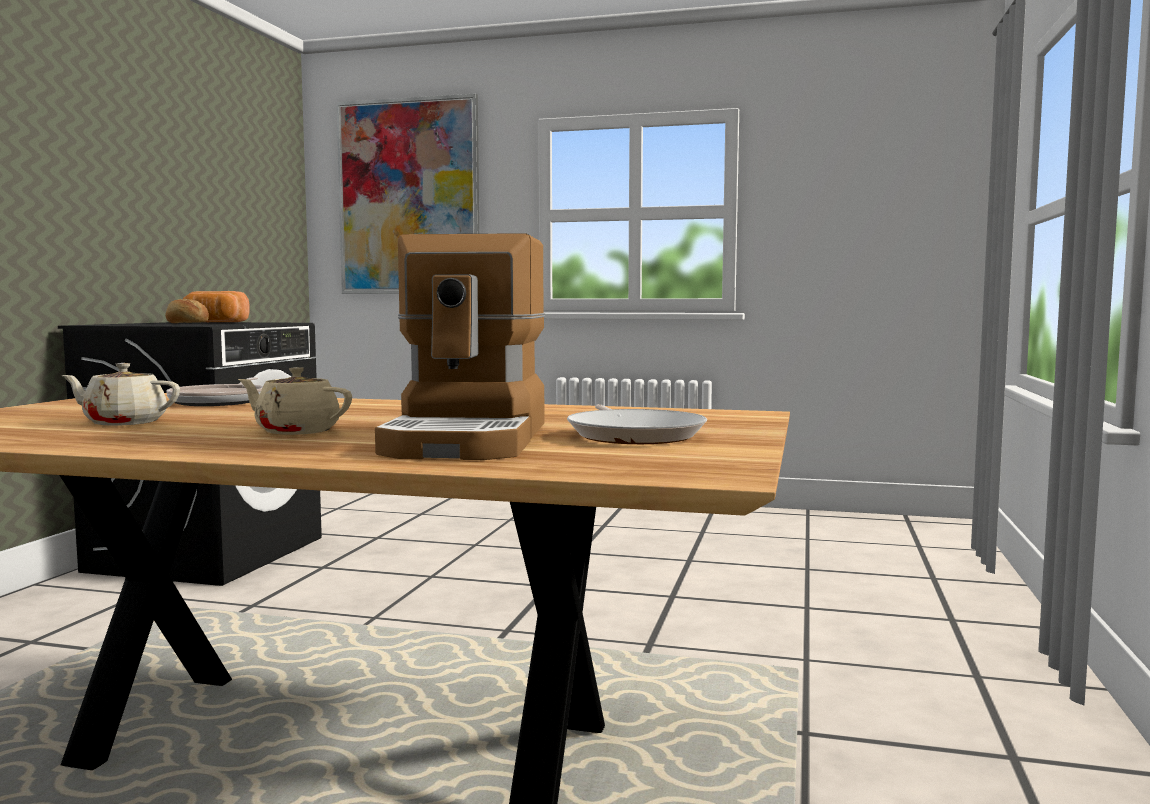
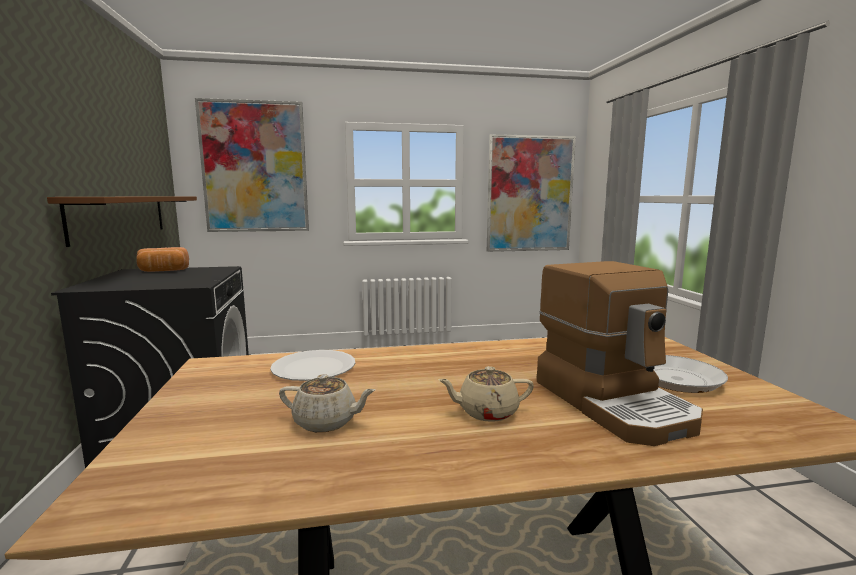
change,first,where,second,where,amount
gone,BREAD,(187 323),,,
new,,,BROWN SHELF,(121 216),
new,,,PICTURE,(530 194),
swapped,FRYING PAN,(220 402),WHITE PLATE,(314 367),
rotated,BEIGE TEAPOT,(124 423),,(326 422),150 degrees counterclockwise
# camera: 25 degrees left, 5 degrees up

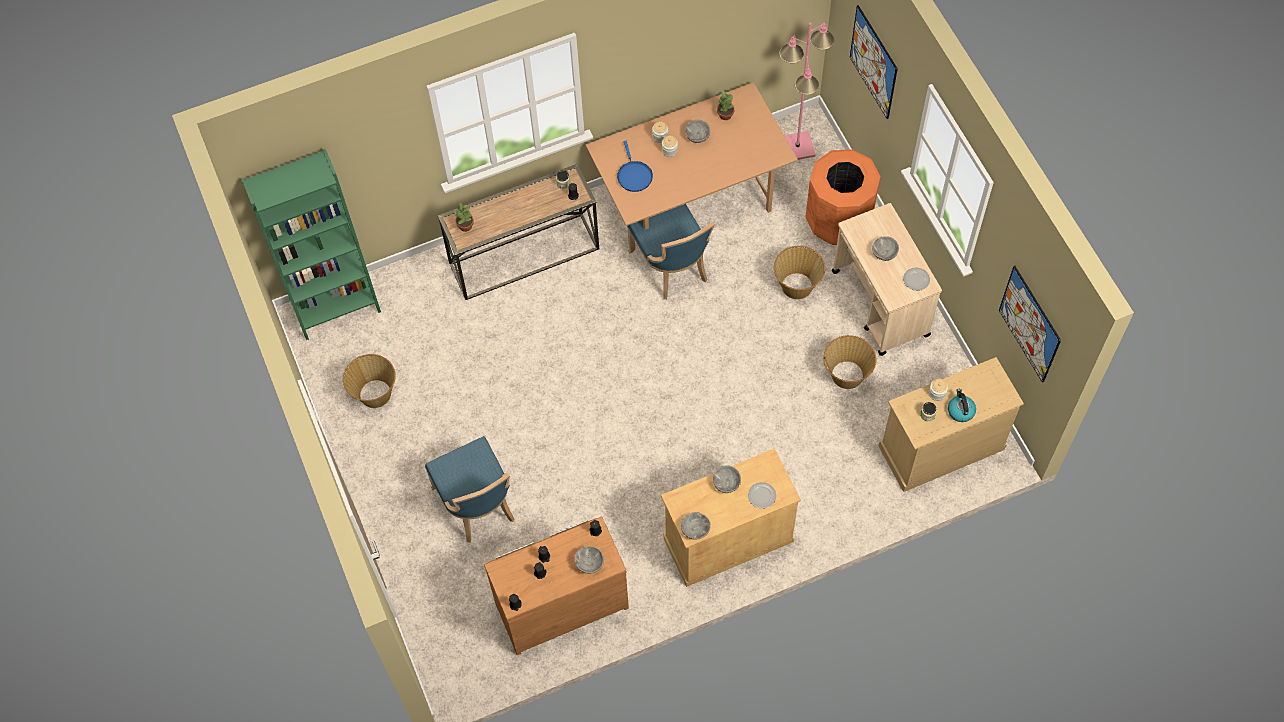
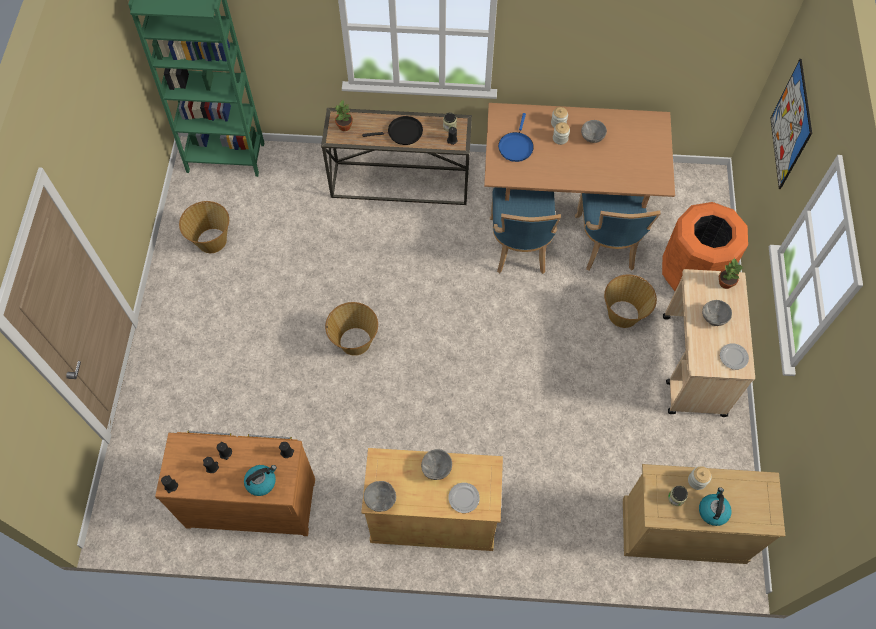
change,first,where,second,where,amount
gone,PINK FLOOR LAMP,(798 147),,,
gone,PICTURE,(1029 324),,,
new,,,BLACK FRYING PAN,(402 133),
shifted,BLUE CHAIR,(477 505),,(607 245),
shifted,POTTED PLANT,(725 115),,(725 282),
shifted,BASKET,(846 375),,(354 341),
swapped,GREY BOWL,(589 564),KETTLE,(261 482),
# camera: 25 degrees right, 0 degrees up

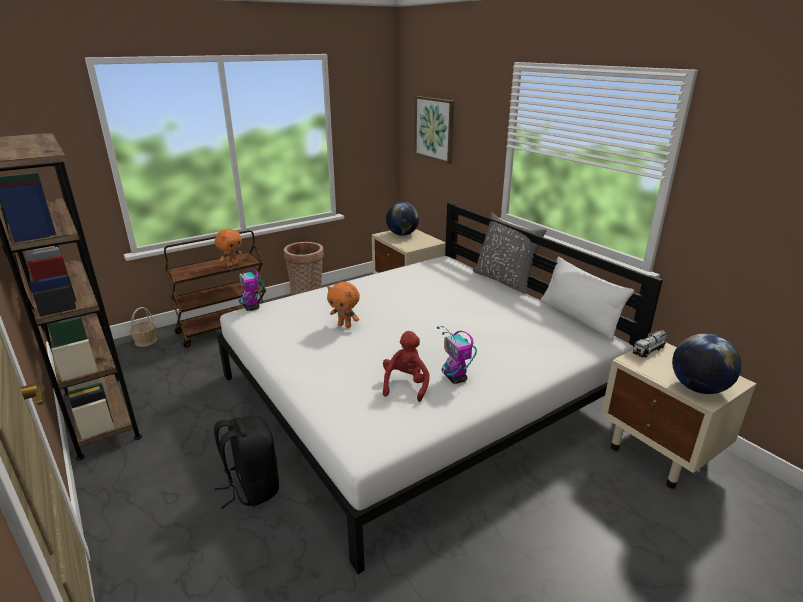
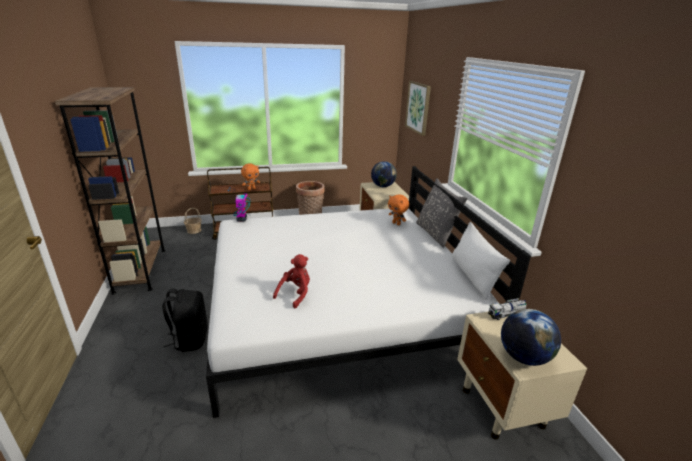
change,first,where,second,where,amount
gone,TOY ROBOT,(455 378),,,
shifted,ORANGE PLUSH TOY,(345 325),,(396 223),
# camera: 20 degrees right, 0 degrees up

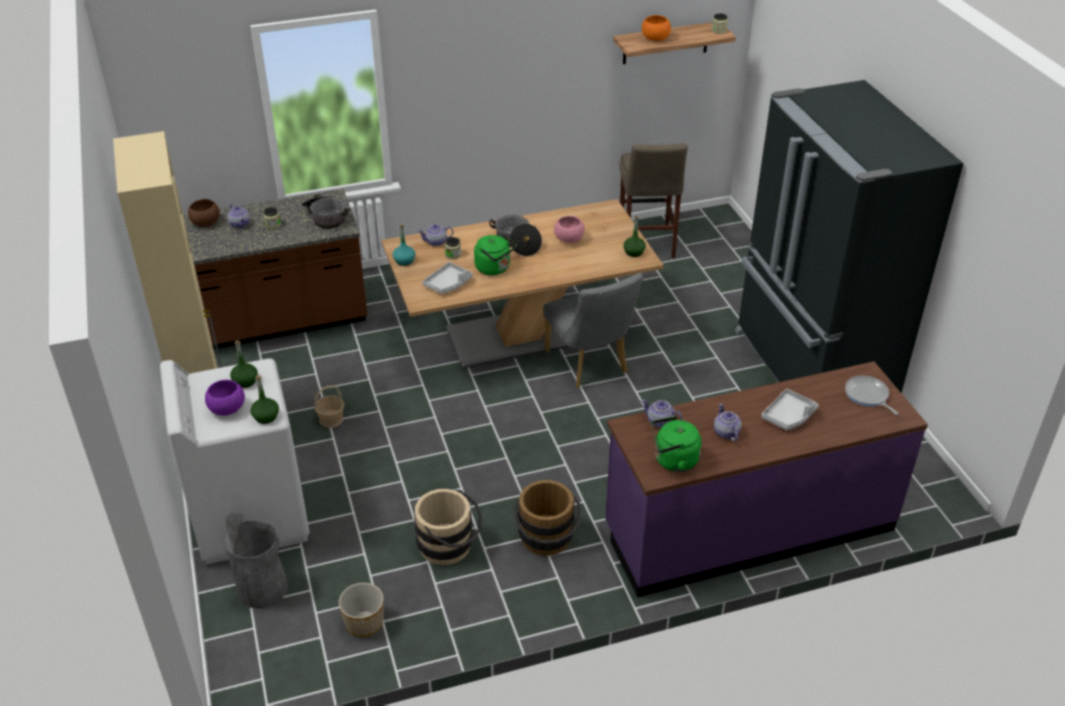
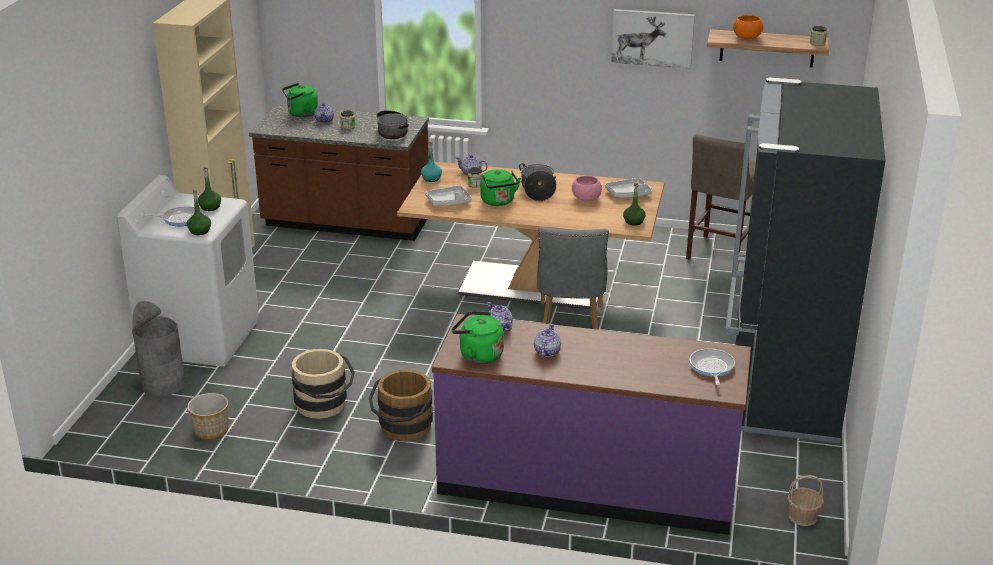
change,first,where,second,where,amount
new,,,PICTURE,(652 38),
shifted,BASKET,(331 419),,(803 516),
shifted,GREY TRAY,(789 416),,(628 194),
swapped,BROWN BOWL,(205 223),GREEN KETTLE,(301 114),
swapped,PURPLE BOWL,(227 408),FRYING PAN,(179 219),
# camera: 30 degrees right, 10 degrees down

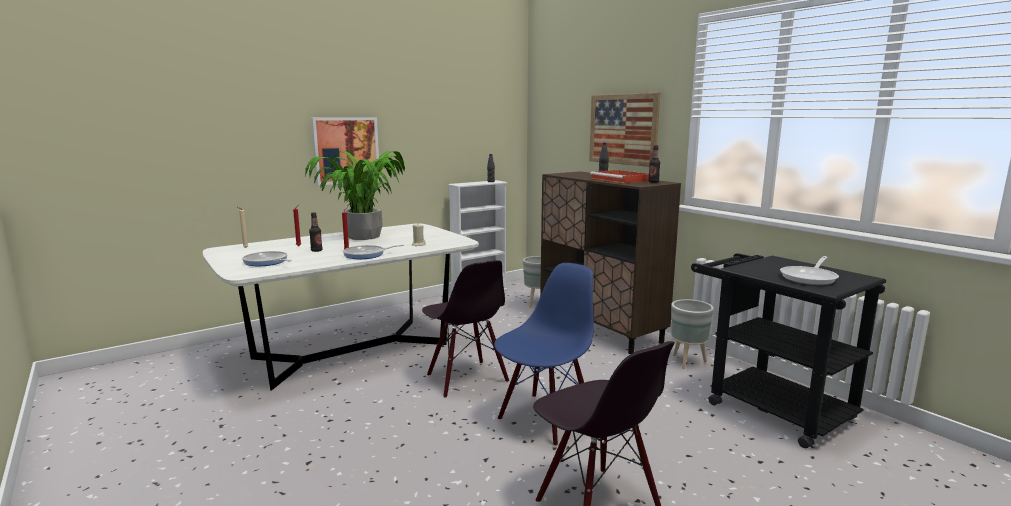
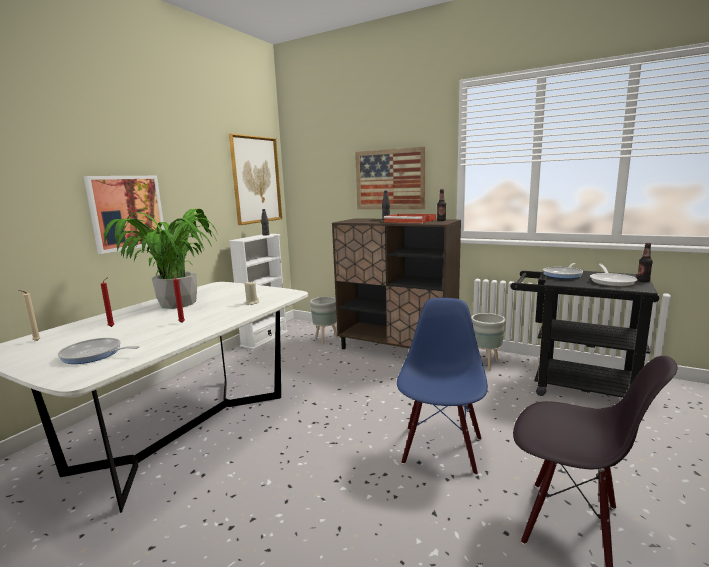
change,first,where,second,where,amount
gone,BLACK CHAIR,(466 379),,,
new,,,PICTURE,(256 180),
shifted,BOTTLE,(316 250),,(643 281),
shifted,FRYING PAN,(366 255),,(563 274),
# camera: 25 degrees left, 0 degrees up

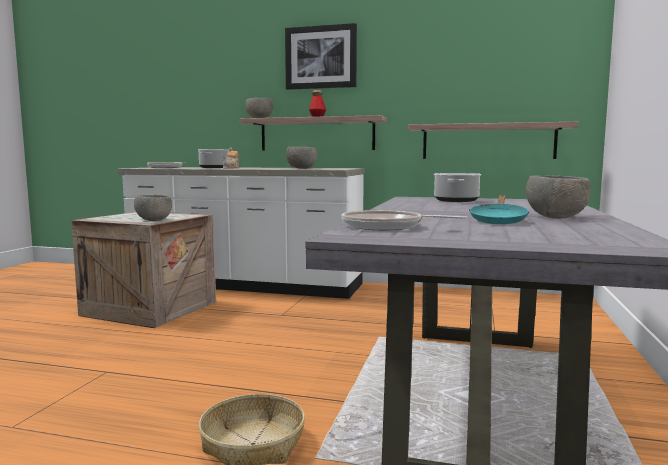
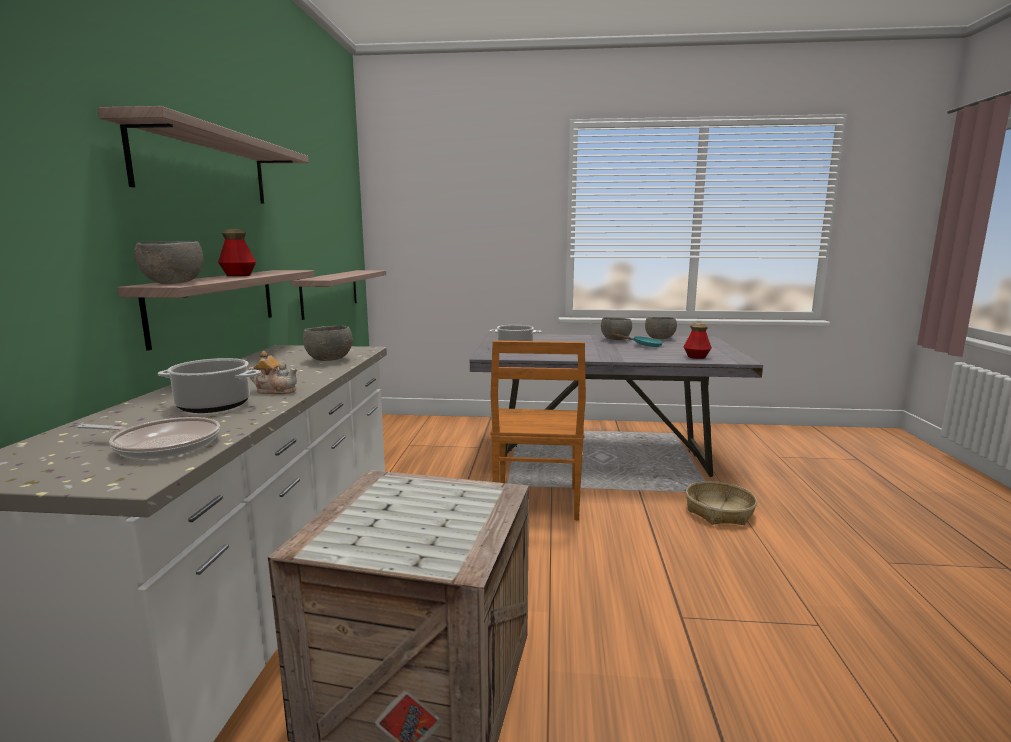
change,first,where,second,where,amount
new,,,BROWN CHAIR,(536 503),
shifted,GREY BOWL,(153 220),,(660 339),
swapped,PICTURE,(321 57),SHELF,(204 167),
swapped,FRYING PAN,(386 227),BOTTLE,(696 357),
# camera: 100 degrees left, 5 degrees up

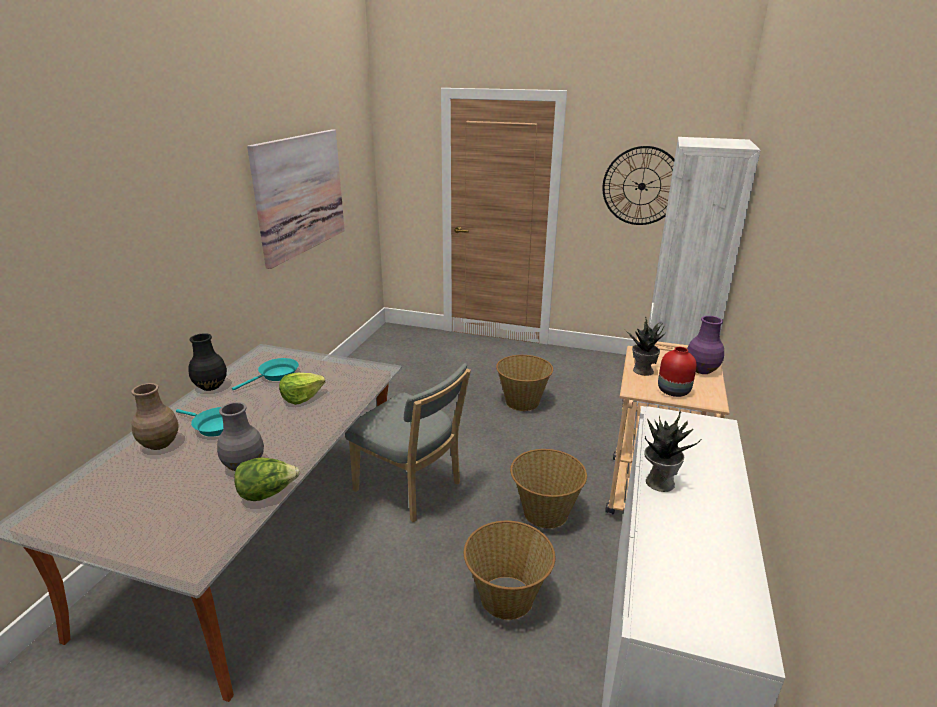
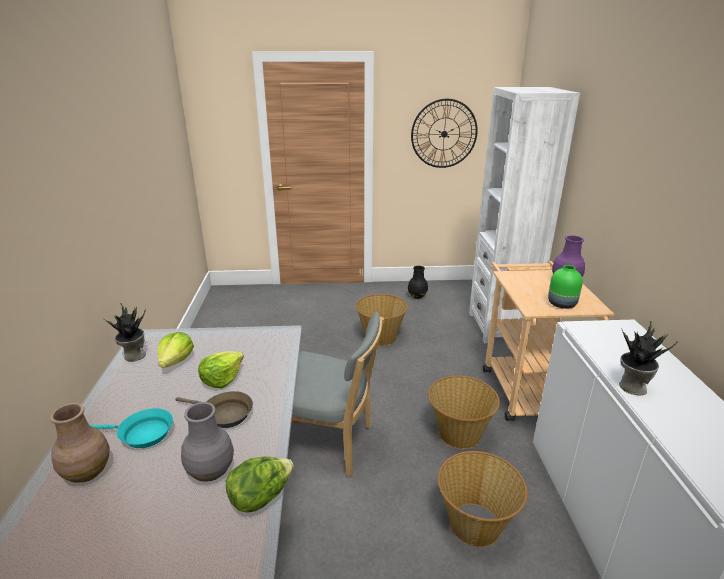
change,first,where,second,where,amount
gone,PICTURE,(300 194),,,
new,,,BROWN FRYING PAN,(224 414),
shifted,BLACK VASE,(211 386),,(417 296),
shifted,POTTED PLANT,(642 371),,(134 356),
swapped,TURQUOISE FRYING PAN,(276 375),LETTUCE,(176 361),
repainted,RED VASE,(674 391),GREEN VASE,(562 304),
# camera: 20 degrees left, 0 degrees up

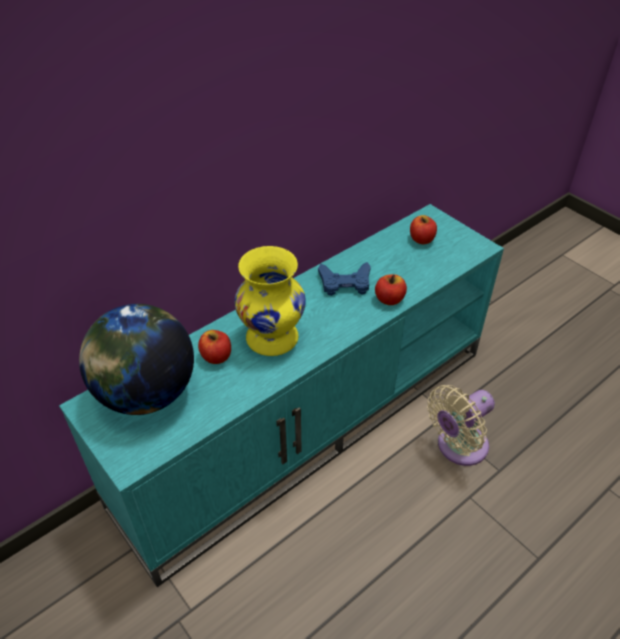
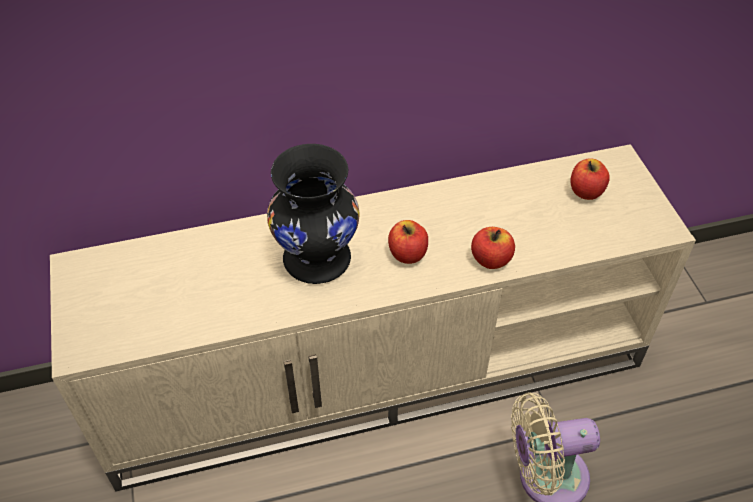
change,first,where,second,where,amount
gone,GLOBE,(146 393),,,
gone,BLUE GAME CONTROLLER,(345 283),,,
shifted,APPLE,(216 356),,(407 254),
repainted,TURQUOISE TV STAND,(308 421),BEIGE TV STAND,(377 370),
repainted,YELLOW VASE,(271 338),BLACK VASE,(315 258),
# camera: 25 degrees right, 5 degrees up

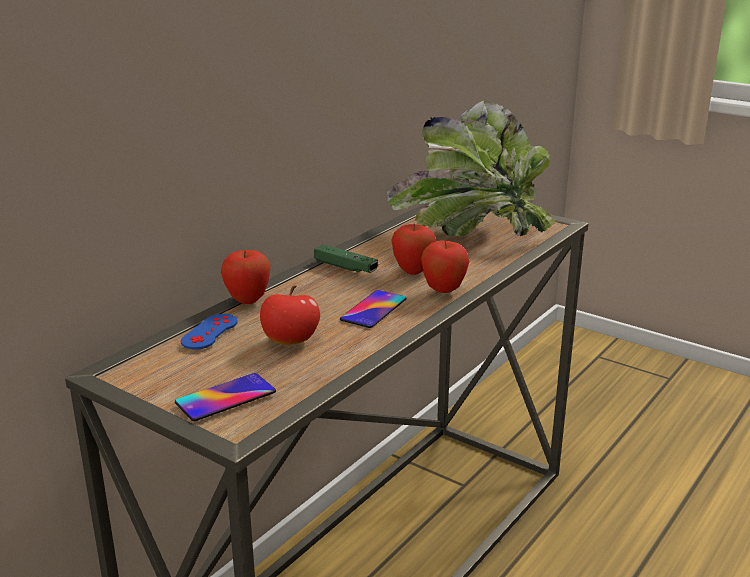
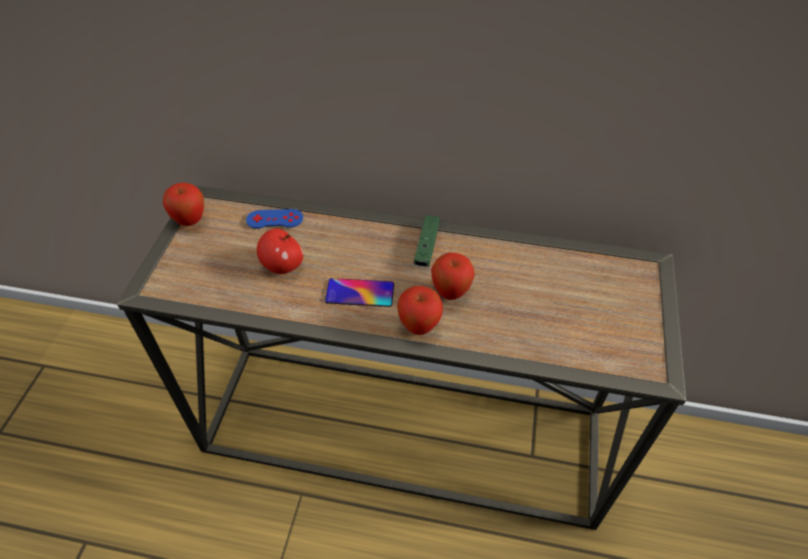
change,first,where,second,where,amount
gone,PHONE,(226 397),,,
gone,POTTED PLANT,(472 232),,,
shifted,APPLE,(247 300),,(190 220),
# camera: 65 degrees right, 25 degrees up

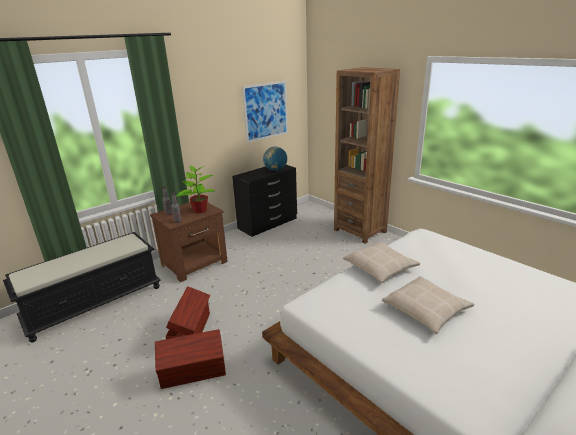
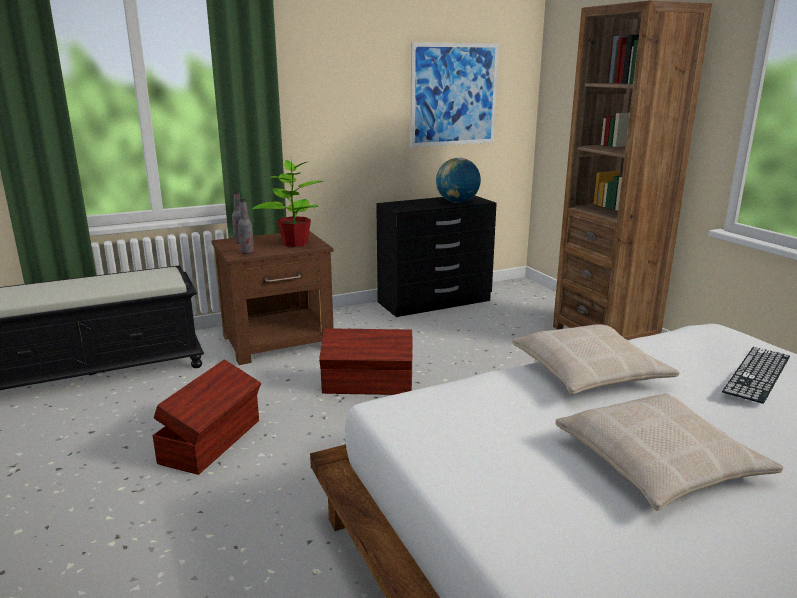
change,first,where,second,where,amount
new,,,KEYBOARD,(757 373),
shifted,BROWN STORAGE BOX,(194 371),,(368 385),
# camera: 15 degrees right, 5 degrees down

